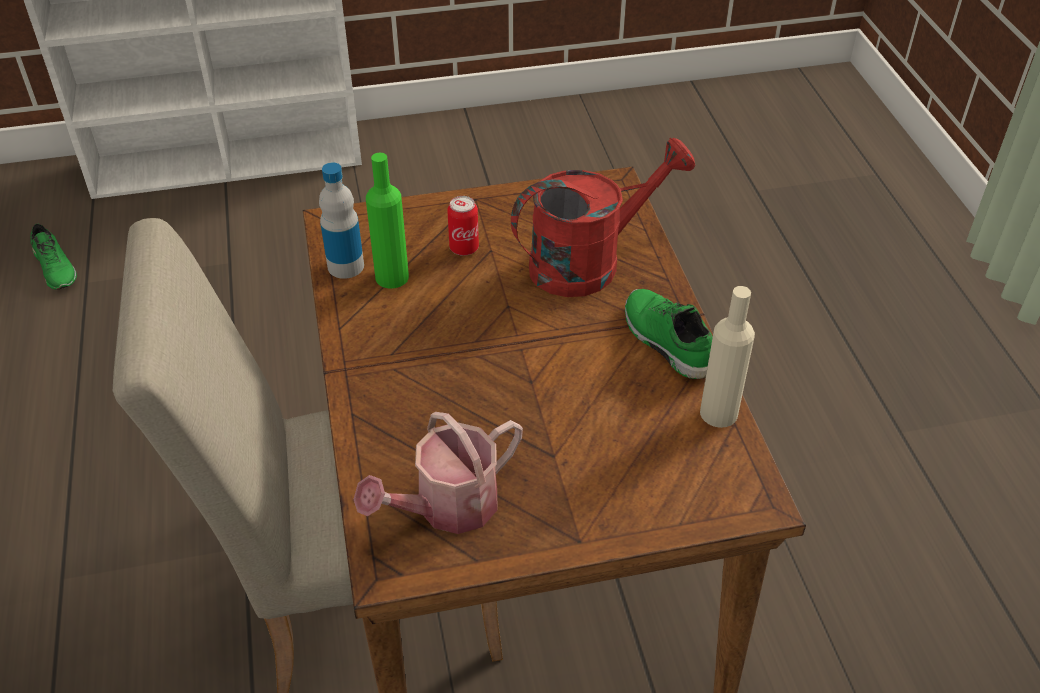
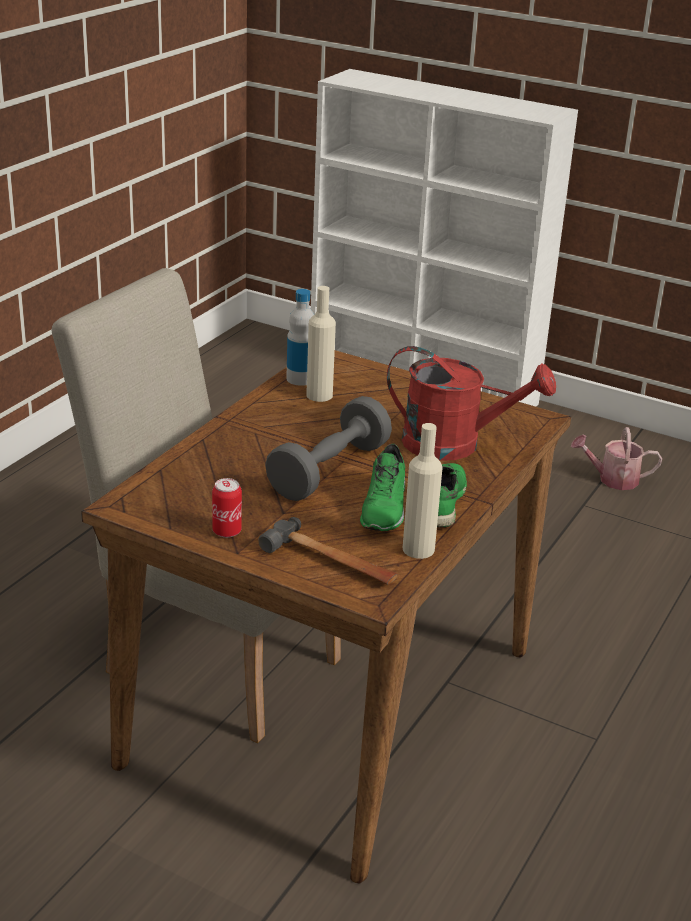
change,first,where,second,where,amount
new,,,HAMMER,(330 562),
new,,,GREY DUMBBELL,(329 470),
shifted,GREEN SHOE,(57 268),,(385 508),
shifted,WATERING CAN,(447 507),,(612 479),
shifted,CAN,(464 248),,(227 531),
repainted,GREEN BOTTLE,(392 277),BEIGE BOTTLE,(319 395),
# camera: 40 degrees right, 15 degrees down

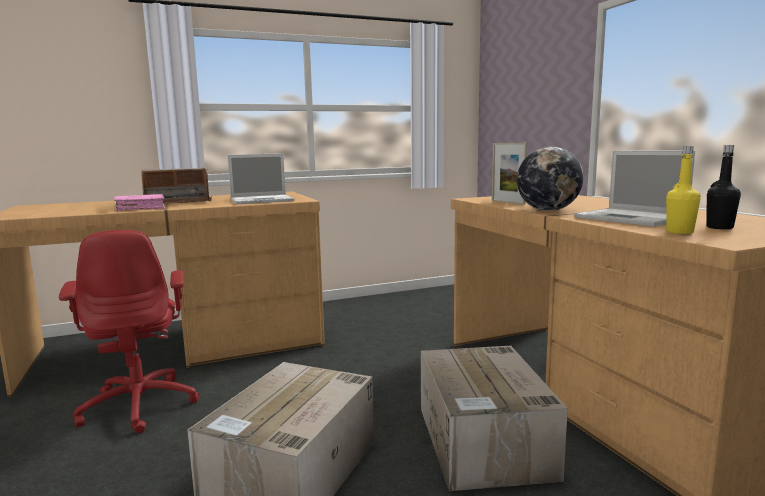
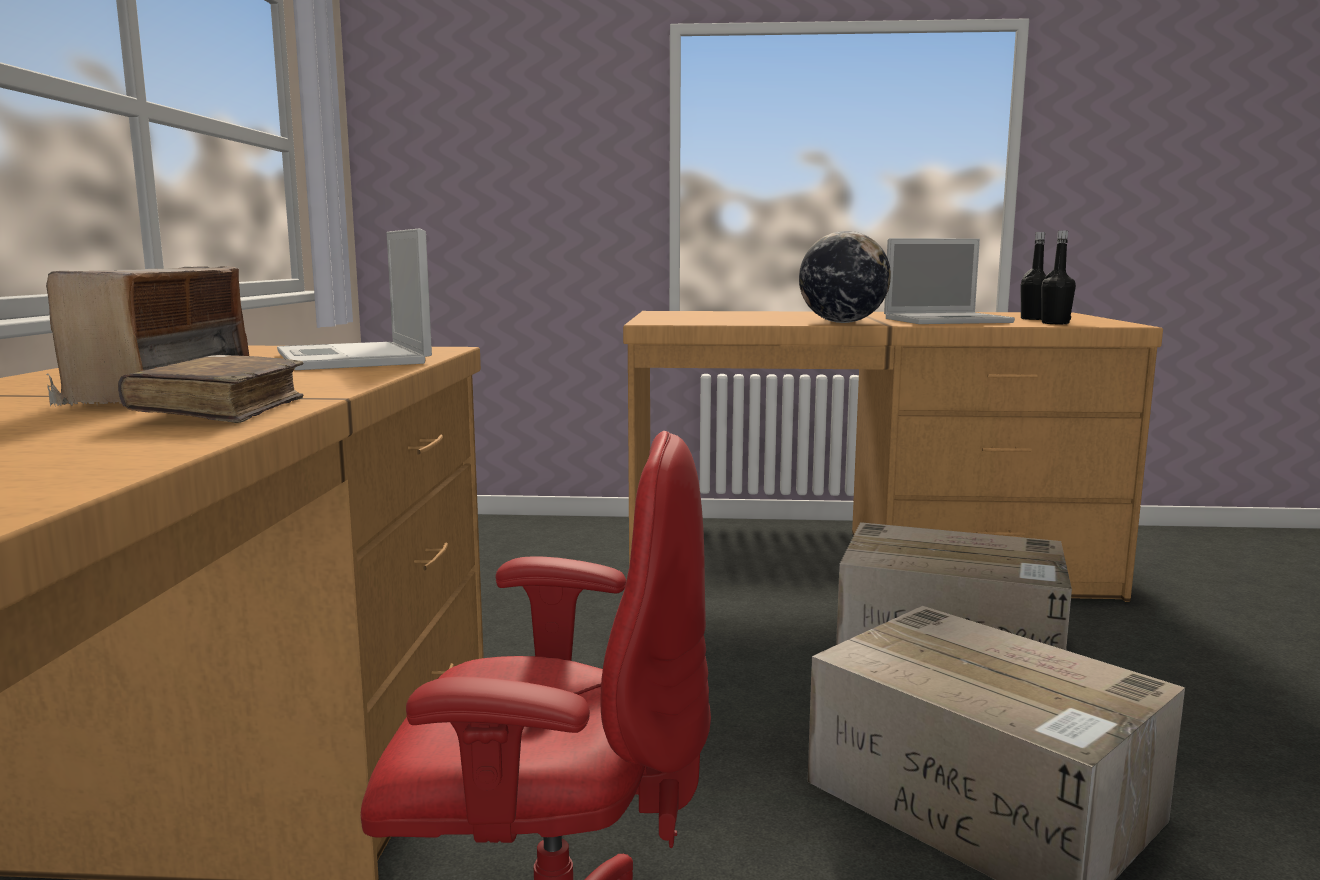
change,first,where,second,where,amount
gone,PICTURE FRAME,(508 202),,,
repainted,PINK BOOK,(140 208),BROWN BOOK,(221 410),
repainted,YELLOW BOTTLE,(679 232),BLACK BOTTLE,(1055 323),
rotated,LAPTOP,(263 200),,(353 358),150 degrees clockwise
# camera: 65 degrees left, 0 degrees up

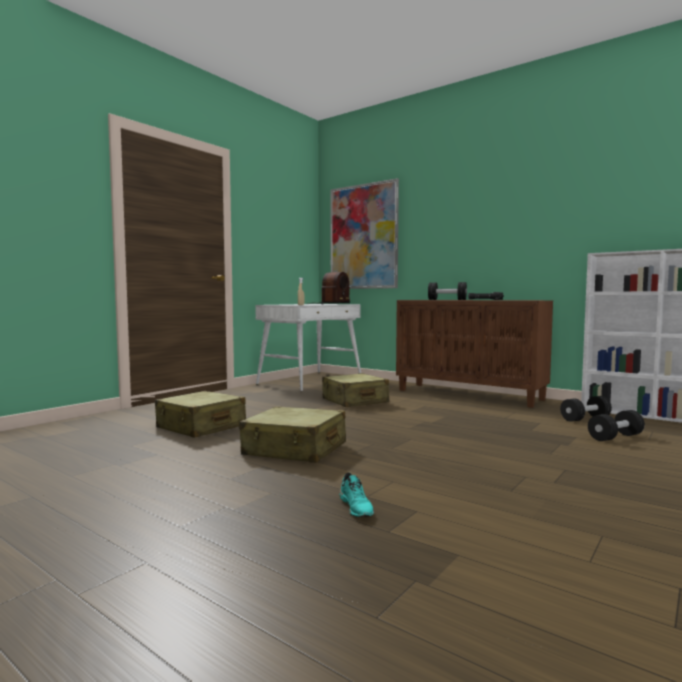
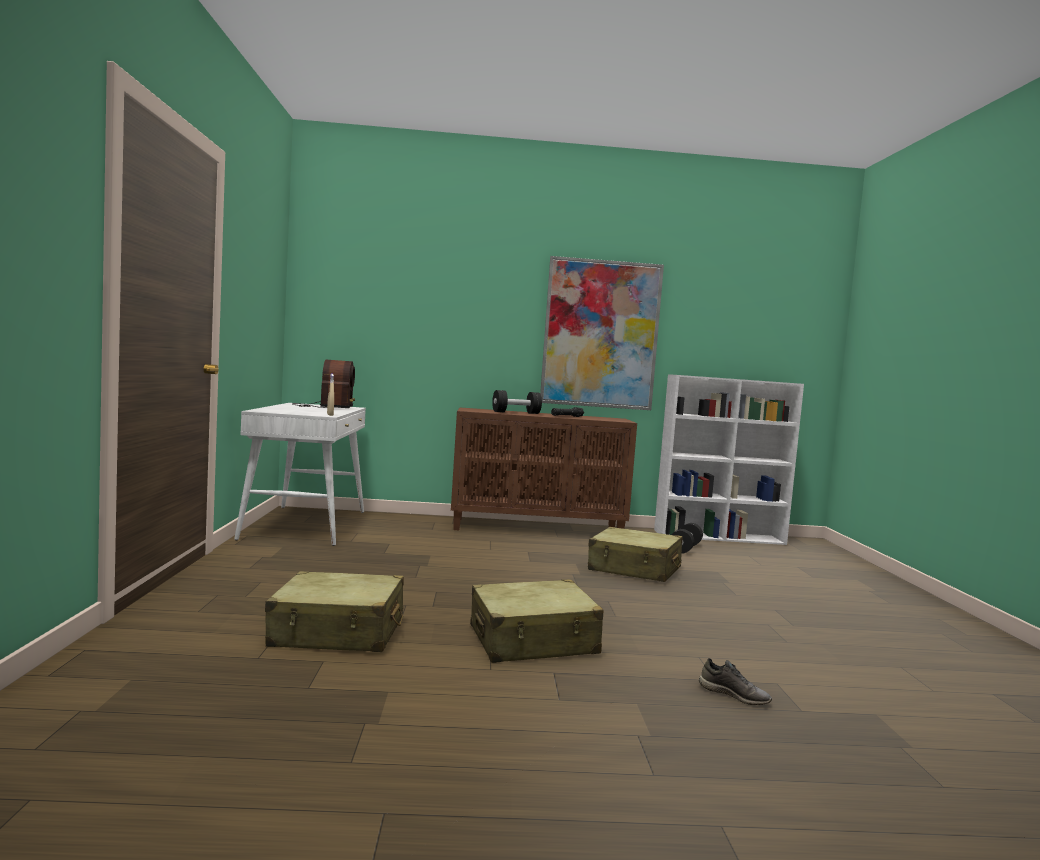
change,first,where,second,where,amount
gone,BLACK DUMBBELL,(615 437),,,
shifted,BEIGE SUITCASE,(354 401),,(634 569),
shifted,PICTURE,(363 237),,(600 334),
repainted,TURQUOISE SHOE,(356 507),GREY SHOE,(734 695),
# camera: 40 degrees left, 0 degrees up

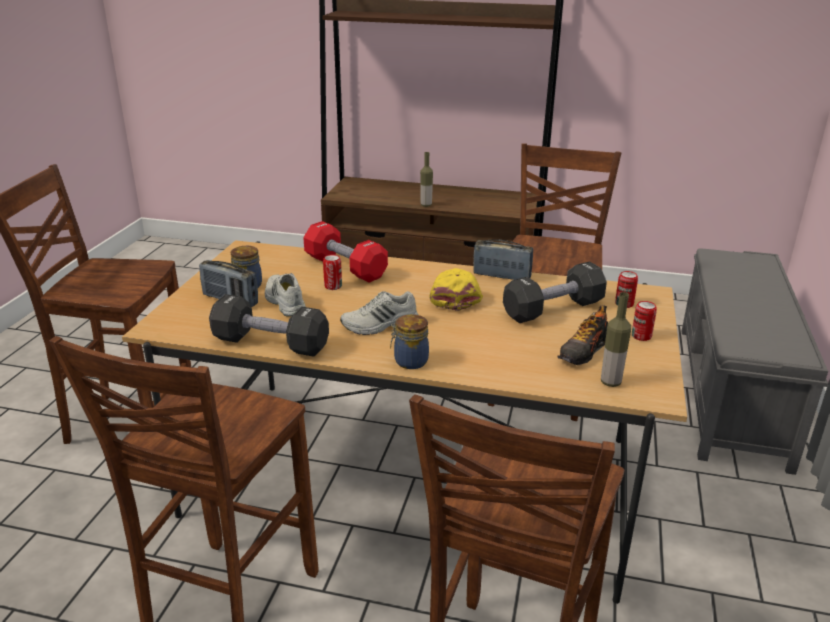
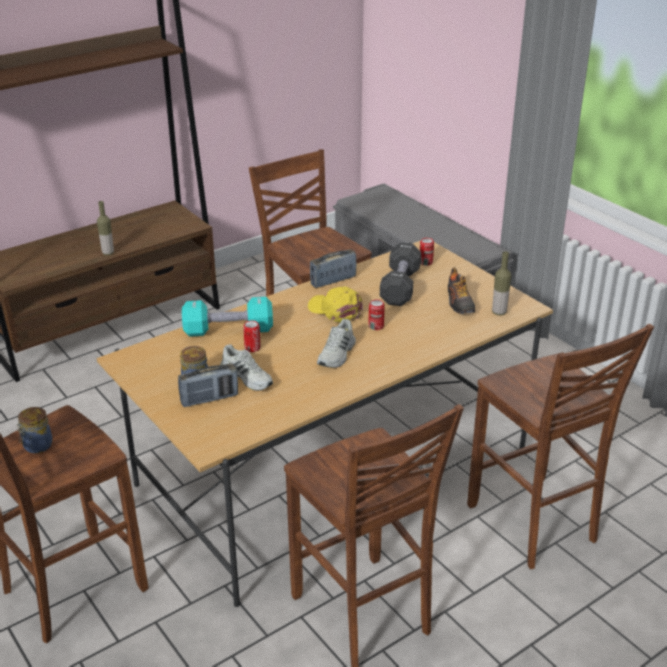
change,first,where,second,where,amount
gone,BLACK DUMBBELL,(270 343),,,
shifted,JAR,(409 361),,(37 446),
shifted,CAN,(641 336),,(376 326),
repainted,RED DUMBBELL,(345 267),TURQUOISE DUMBBELL,(228 330),
rotated,WHITE SHOE,(284 302),,(247 377),150 degrees counterclockwise
# camera: 50 degrees left, 5 degrees up

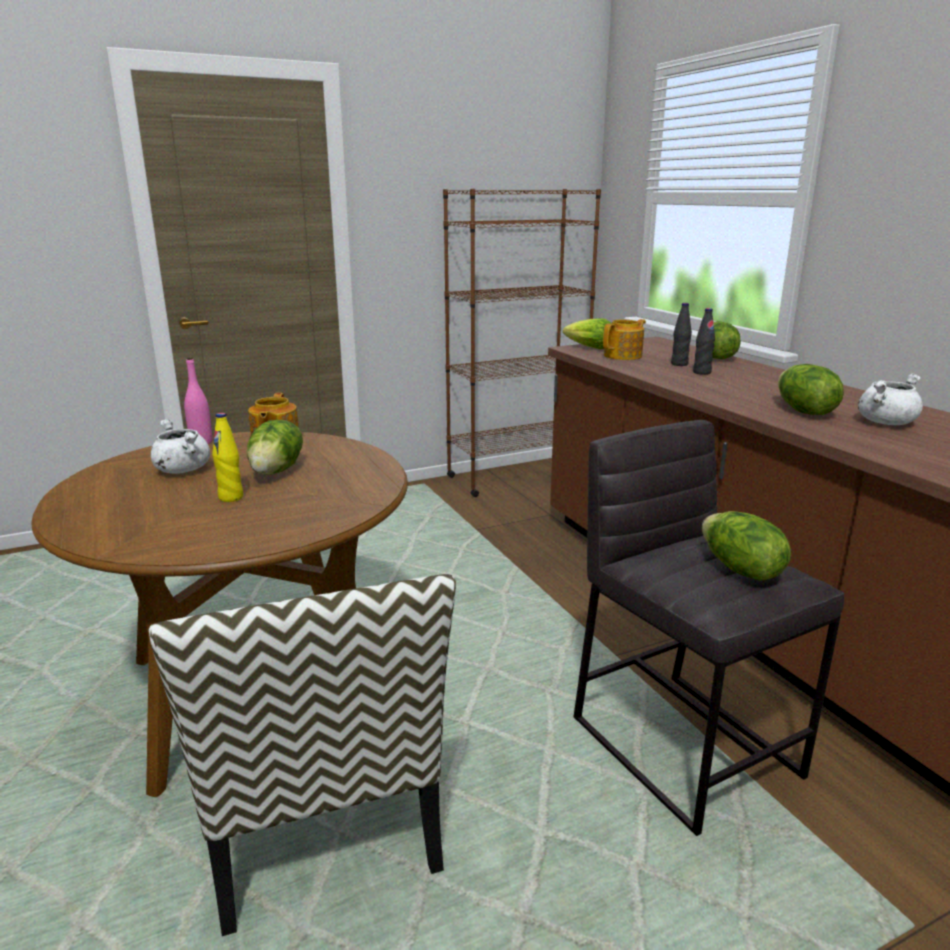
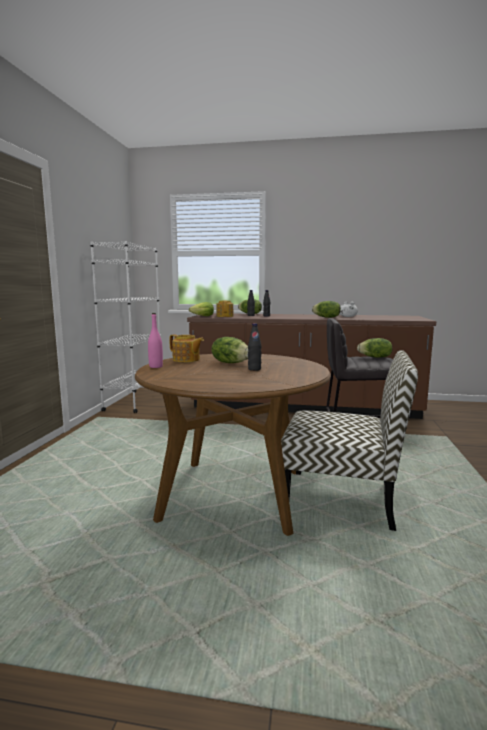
change,first,where,second,where,amount
gone,WHITE COOKING POT,(181 470),,,
repainted,YELLOW BOTTLE,(231 497),BLACK BOTTLE,(254 369),
repainted,BROWN BOOKCASE,(516 476),WHITE BOOKCASE,(134 402),
# camera: 55 degrees left, 10 degrees down

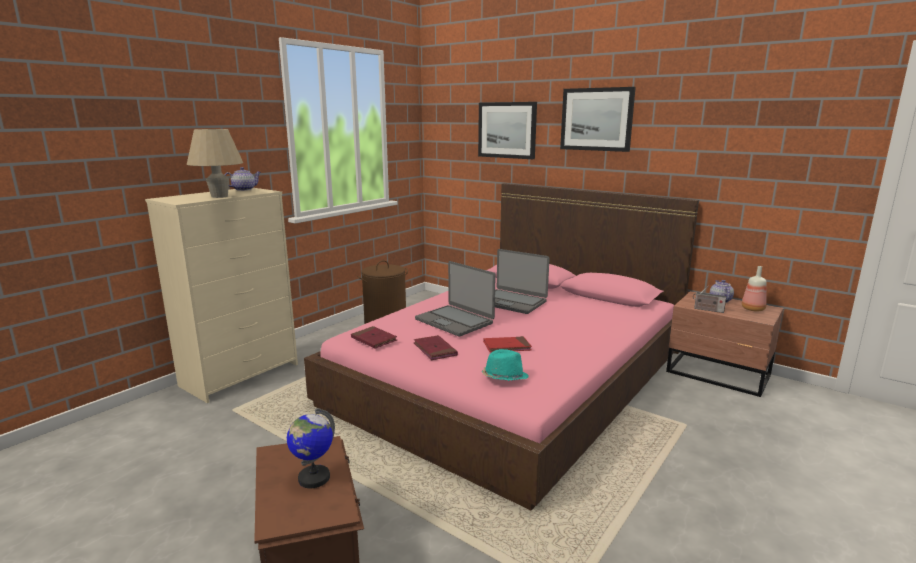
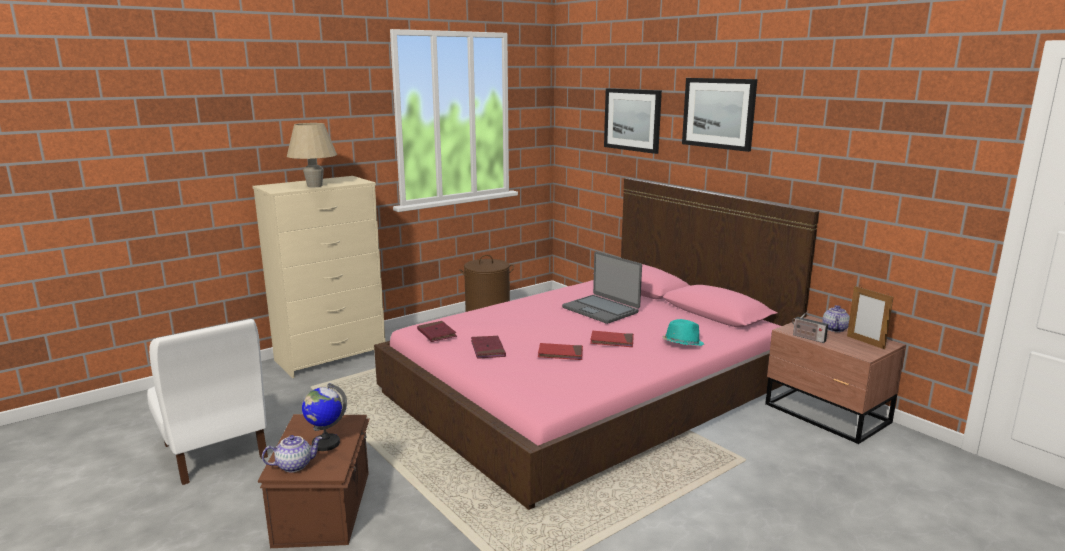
change,first,where,second,where,amount
gone,LAPTOP,(455 321),,,
new,,,WHITE CHAIR,(215 451),
new,,,RED BOOK,(612 341),
shifted,TEAPOT,(244 189),,(294 465),
shifted,TURQUOISE HAT,(504 378),,(682 344),
swapped,BOTTLE,(753 309),PICTURE FRAME,(865 342),
# camera: 15 degrees right, 0 degrees up

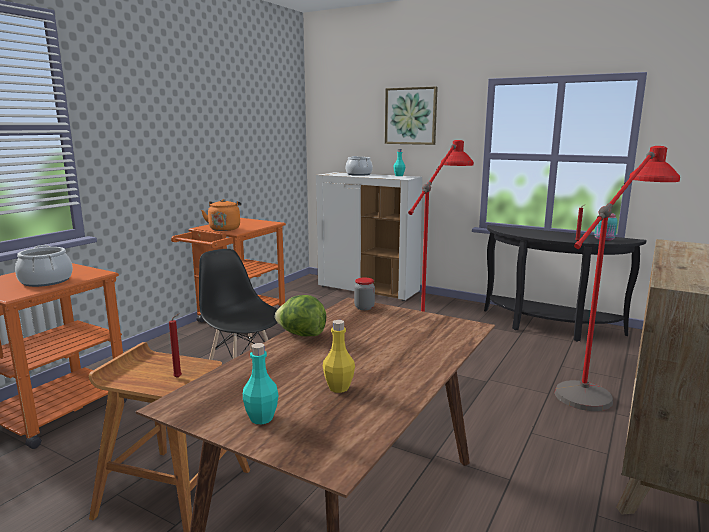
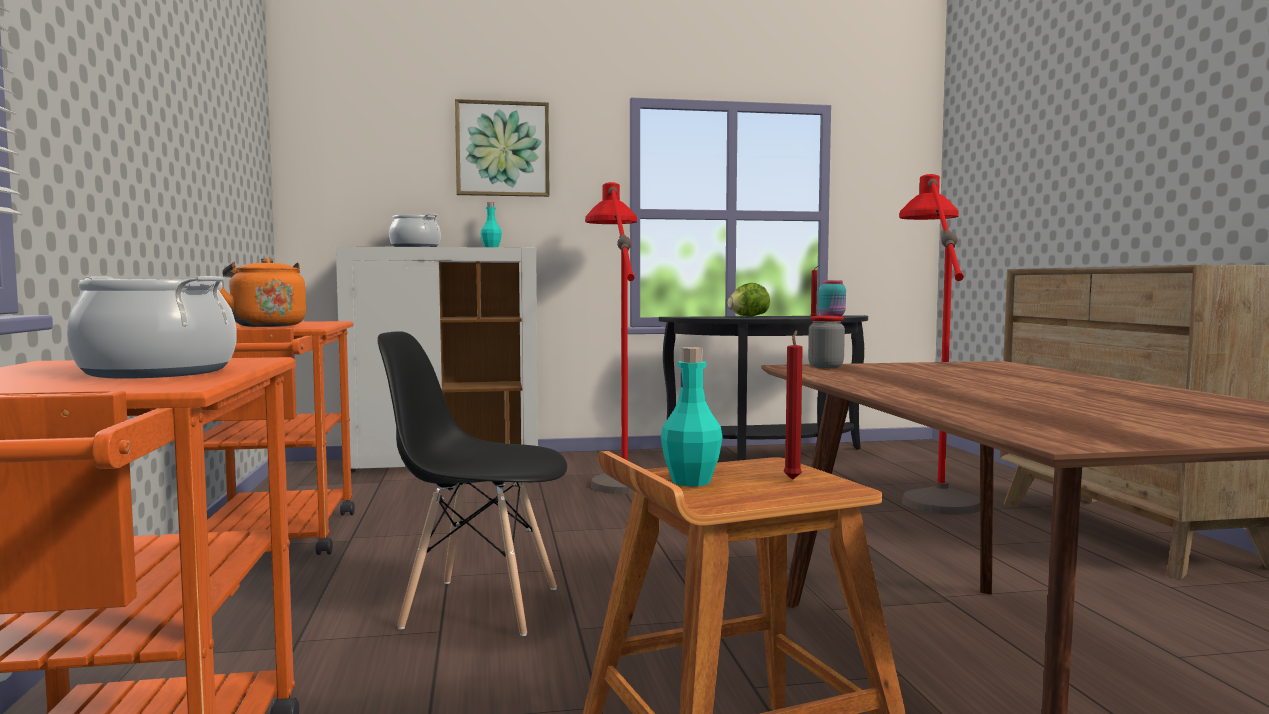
change,first,where,second,where,amount
gone,YELLOW BOTTLE,(339 388),,,
shifted,TURQUOISE BOTTLE,(261 418),,(691 482),
shifted,LETTUCE,(301 334),,(748 316),
# camera: 40 degrees left, 10 degrees down

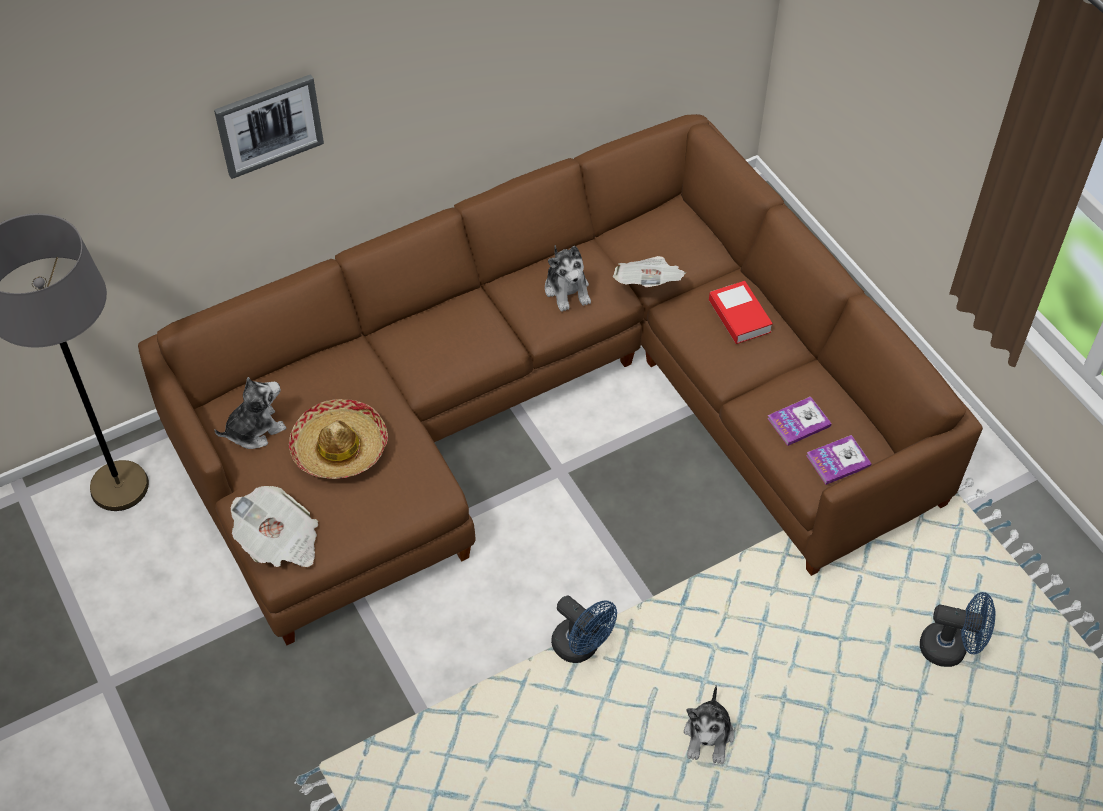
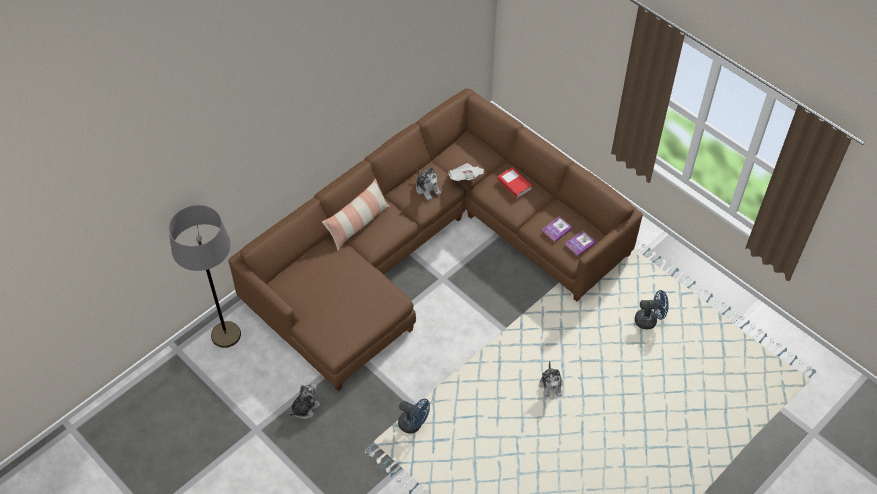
change,first,where,second,where,amount
gone,PICTURE,(269 125),,,
gone,NEWSPAPER,(279 542),,,
gone,HAT,(339 448),,,
new,,,PILLOW,(358 224),
shifted,PLUSH TOY,(255 429),,(304 408),
shifted,BLUE FAN,(581 647),,(414 424),
# camera: 15 degrees left, 0 degrees up

